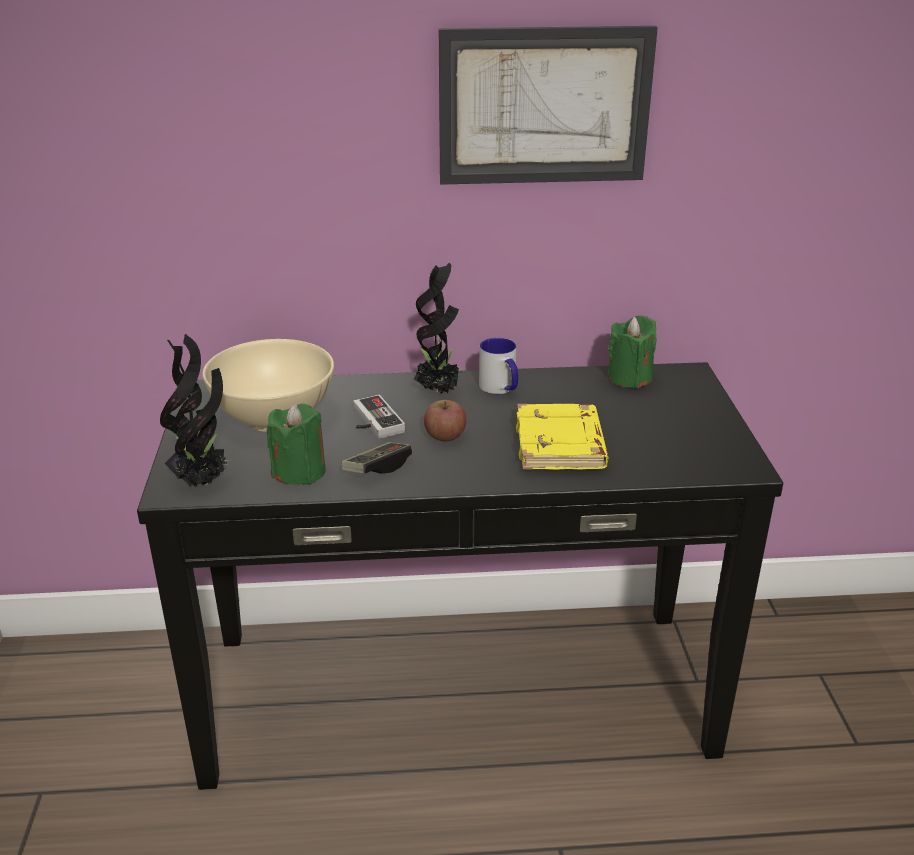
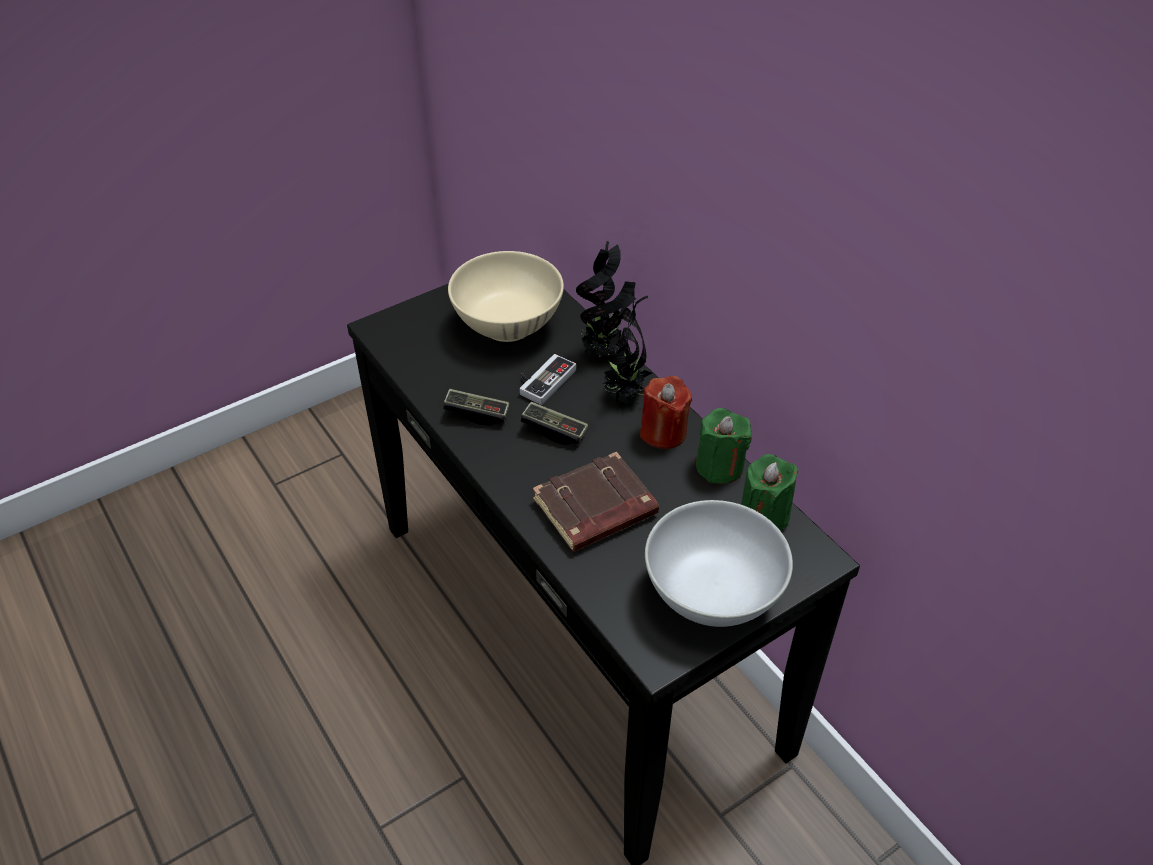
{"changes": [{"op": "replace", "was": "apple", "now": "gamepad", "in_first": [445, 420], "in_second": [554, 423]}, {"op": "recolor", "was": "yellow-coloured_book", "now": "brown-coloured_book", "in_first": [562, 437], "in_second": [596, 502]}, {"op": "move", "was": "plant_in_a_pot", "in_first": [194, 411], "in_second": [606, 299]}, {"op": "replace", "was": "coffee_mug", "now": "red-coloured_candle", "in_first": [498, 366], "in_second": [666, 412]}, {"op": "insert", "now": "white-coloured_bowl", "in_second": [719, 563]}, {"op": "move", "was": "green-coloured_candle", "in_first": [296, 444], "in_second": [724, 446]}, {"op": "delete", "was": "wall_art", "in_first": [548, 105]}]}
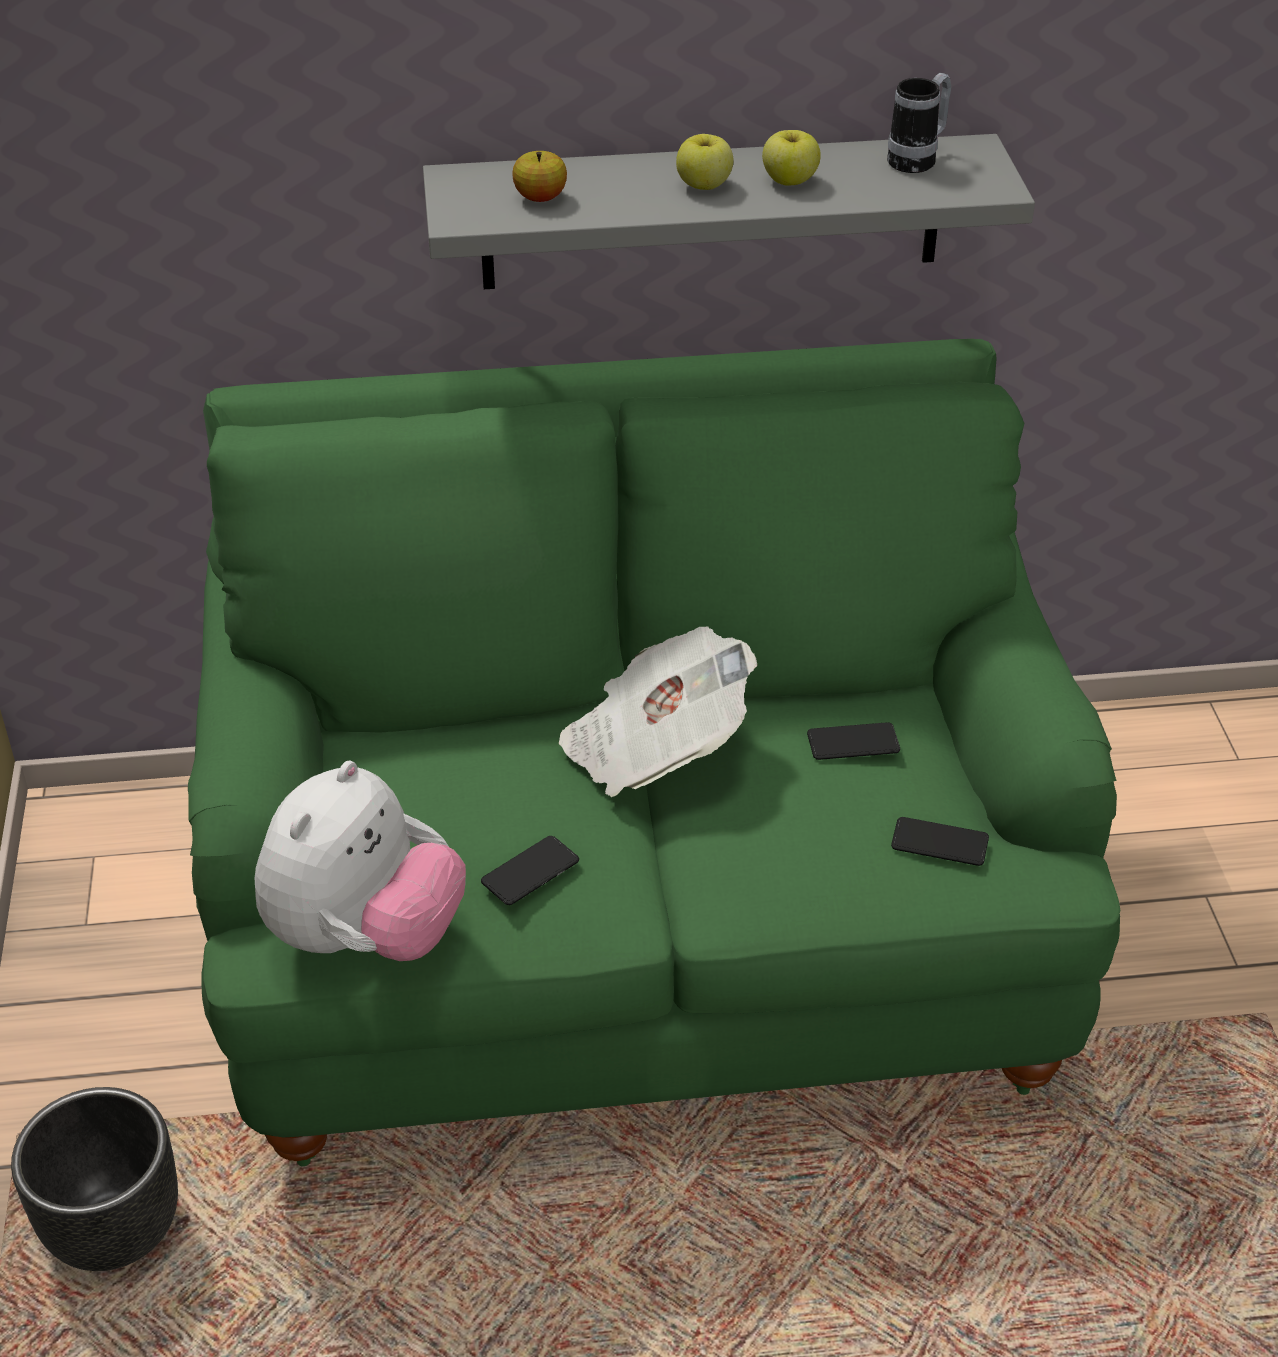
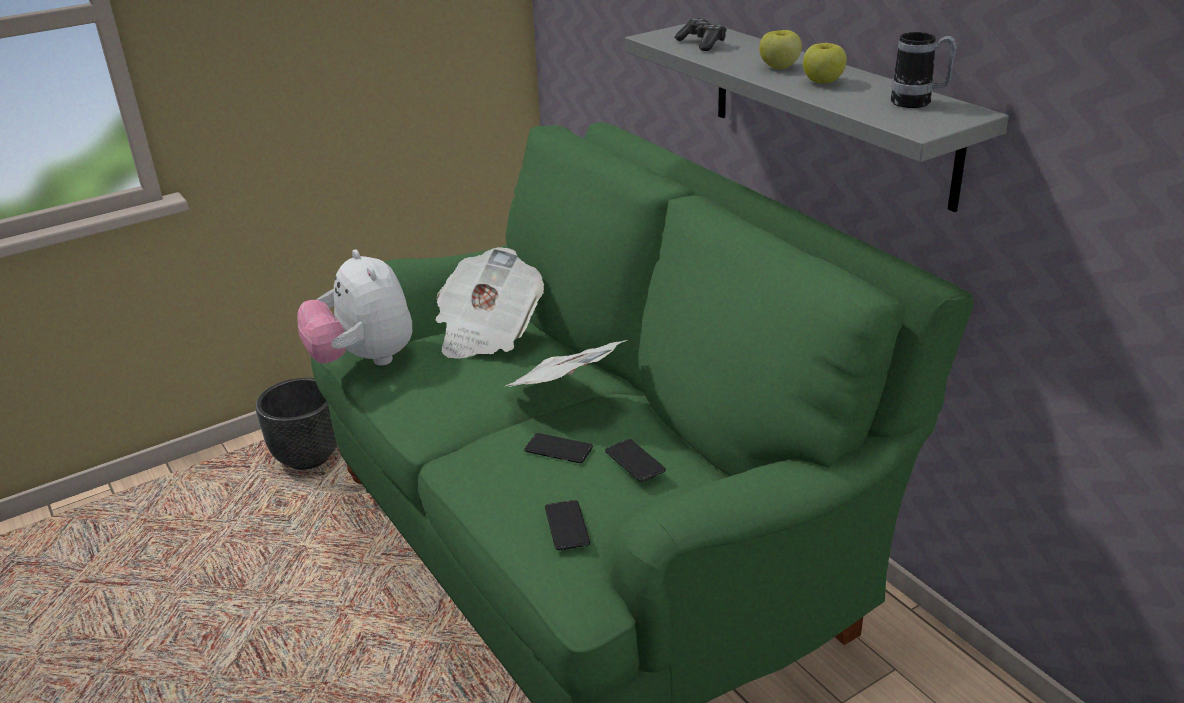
{"changes": [{"op": "rotate", "was": "plush_toy", "in_first": [360, 861], "in_second": [354, 307], "clockwise": 60}, {"op": "insert", "now": "daily_paper", "in_second": [490, 303]}, {"op": "move", "was": "phone", "in_first": [530, 870], "in_second": [558, 448]}, {"op": "replace", "was": "apple", "now": "gamepad", "in_first": [539, 176], "in_second": [701, 34]}]}
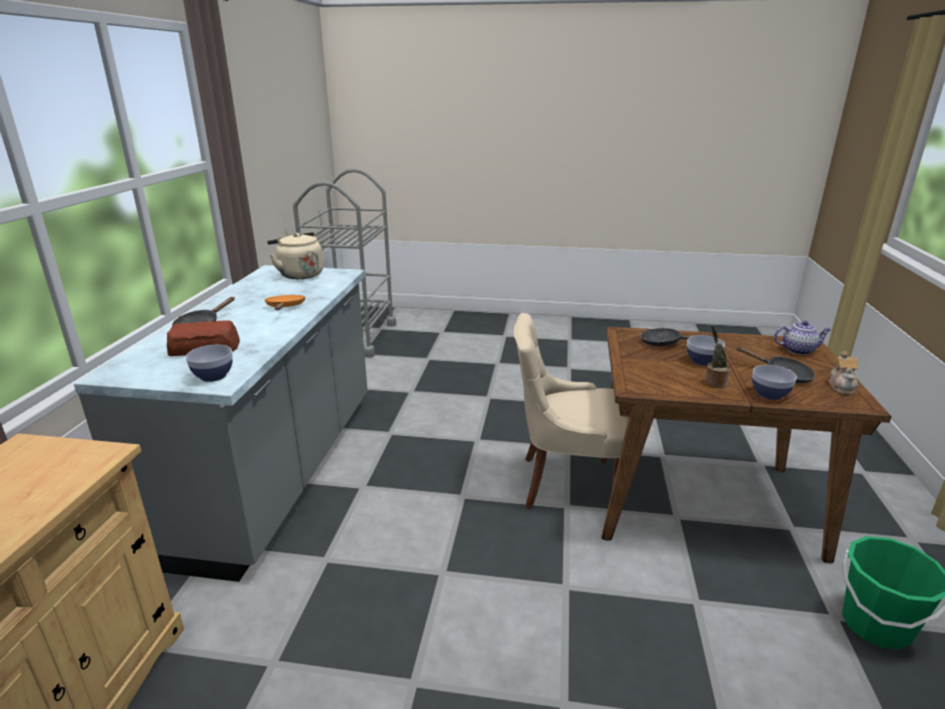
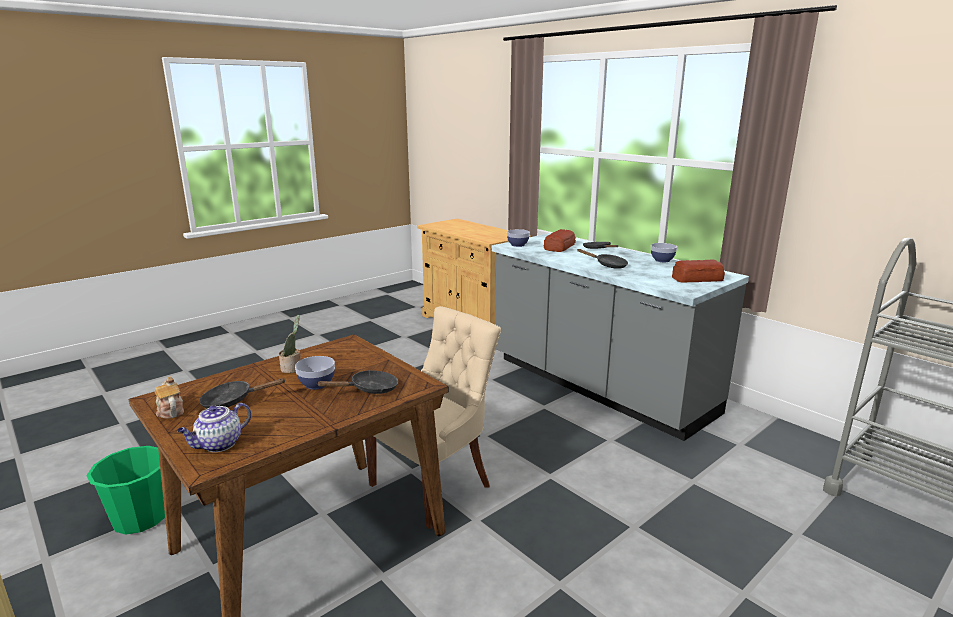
{"changes": [{"op": "recolor", "was": "orange_skillet", "now": "black-coloured_skillet", "in_first": [285, 302], "in_second": [602, 259]}, {"op": "move", "was": "bowl", "in_first": [774, 382], "in_second": [664, 252]}, {"op": "replace", "was": "sand-coloured_kettle", "now": "bakery_bread", "in_first": [295, 255], "in_second": [698, 270]}]}
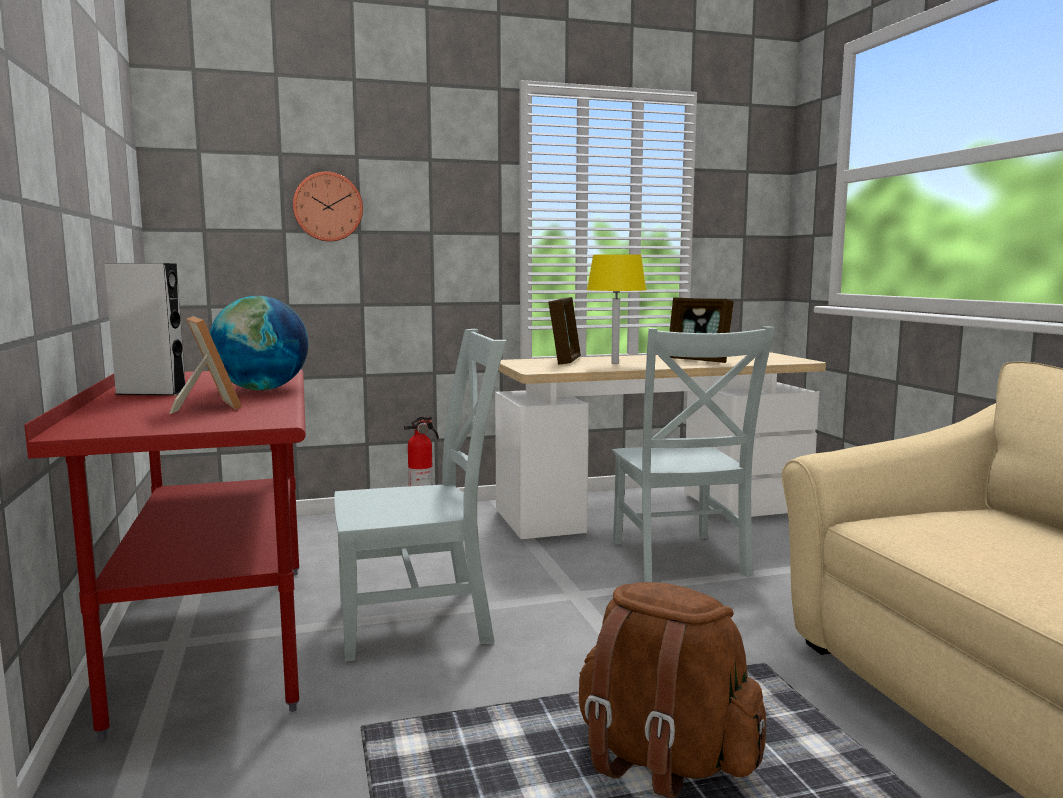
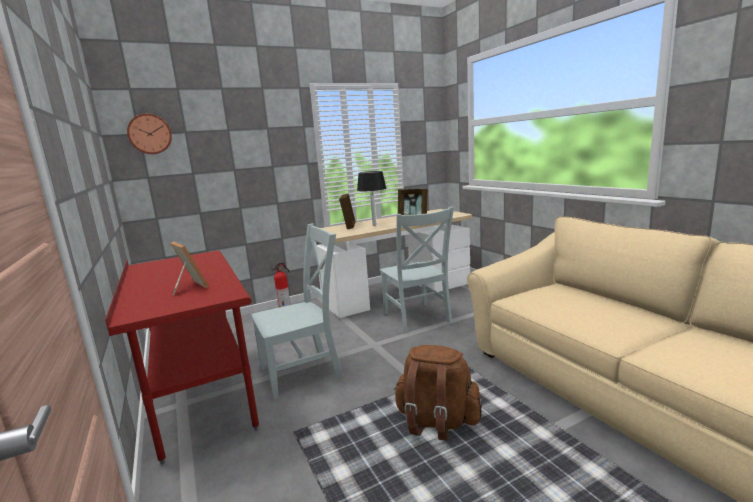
{"changes": [{"op": "move", "was": "hanging_clock", "in_first": [328, 207], "in_second": [149, 134]}, {"op": "recolor", "was": "yellow-coloured_tabletop_lamp", "now": "black-coloured_tabletop_lamp", "in_first": [617, 309], "in_second": [372, 198]}, {"op": "delete", "was": "gray_loudspeaker", "in_first": [144, 329]}, {"op": "delete", "was": "desk_globe", "in_first": [259, 343]}]}
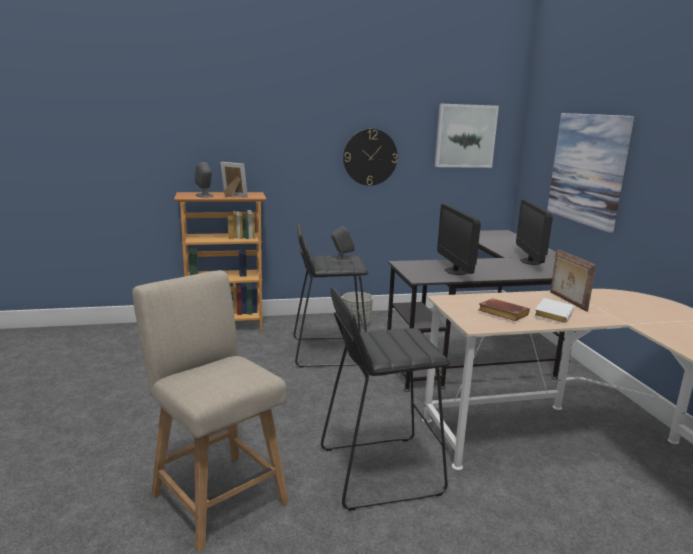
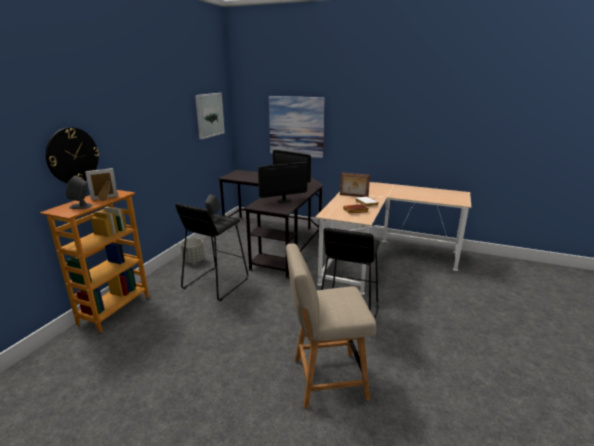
{"changes": [{"op": "move", "was": "hanging_clock", "in_first": [370, 157], "in_second": [72, 155]}, {"op": "rotate", "was": "computer_display", "in_first": [459, 239], "in_second": [283, 182], "clockwise": 135}]}
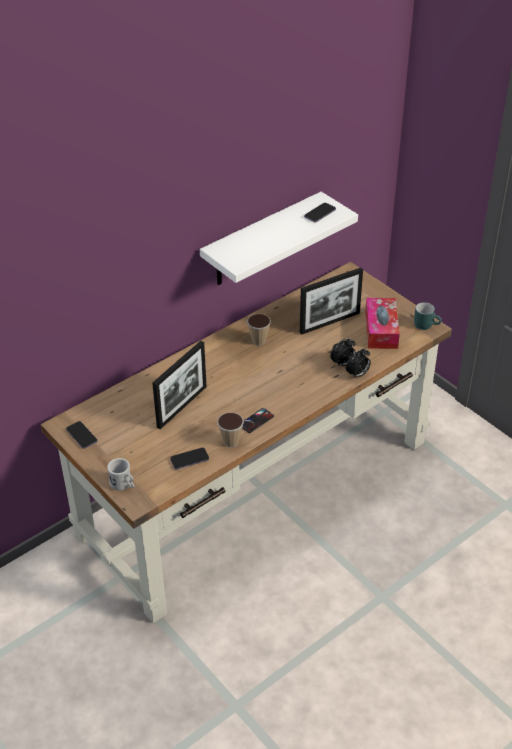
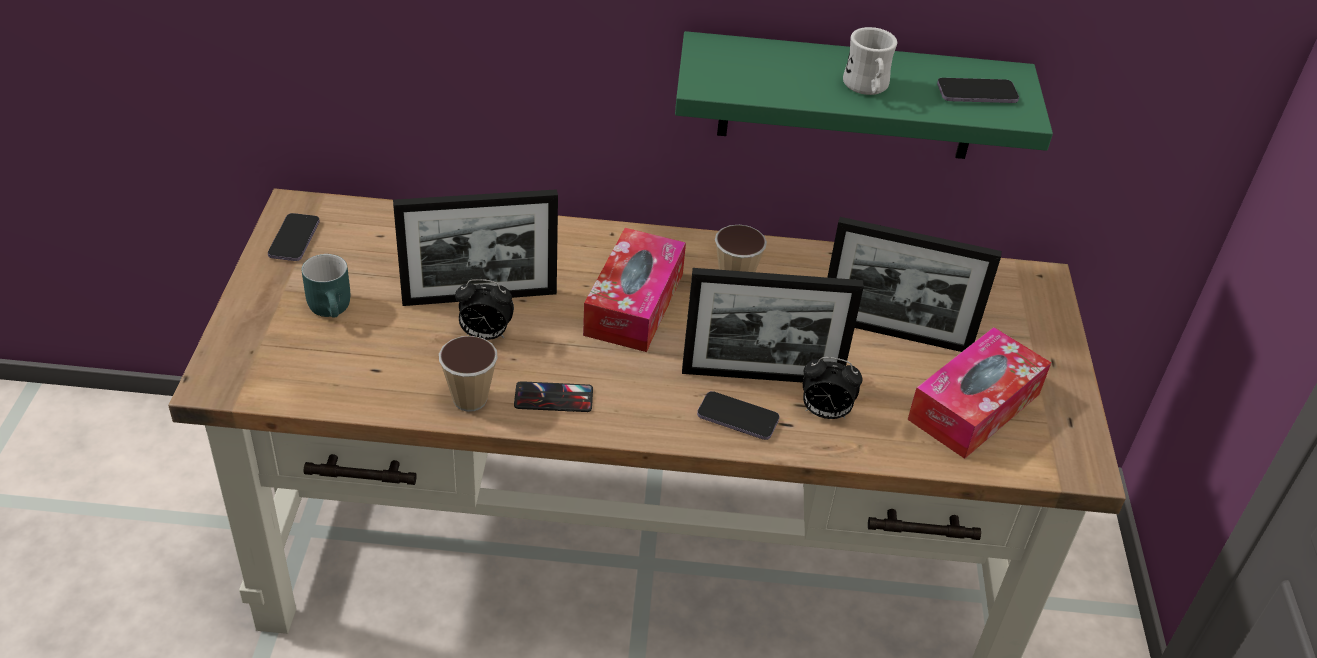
{"changes": [{"op": "move", "was": "turquoise-coloured_coffee_mug", "in_first": [428, 316], "in_second": [325, 286]}, {"op": "move", "was": "bedside_clock", "in_first": [358, 363], "in_second": [484, 309]}, {"op": "insert", "now": "tissue_holder", "in_second": [634, 290]}, {"op": "recolor", "was": "white-coloured_shelf", "now": "green-coloured_shelf", "in_first": [279, 238], "in_second": [864, 95]}, {"op": "insert", "now": "standing_frame", "in_second": [773, 325]}, {"op": "move", "was": "phone", "in_first": [189, 458], "in_second": [738, 415]}, {"op": "move", "was": "white-coloured_coffee_mug", "in_first": [120, 474], "in_second": [870, 61]}]}
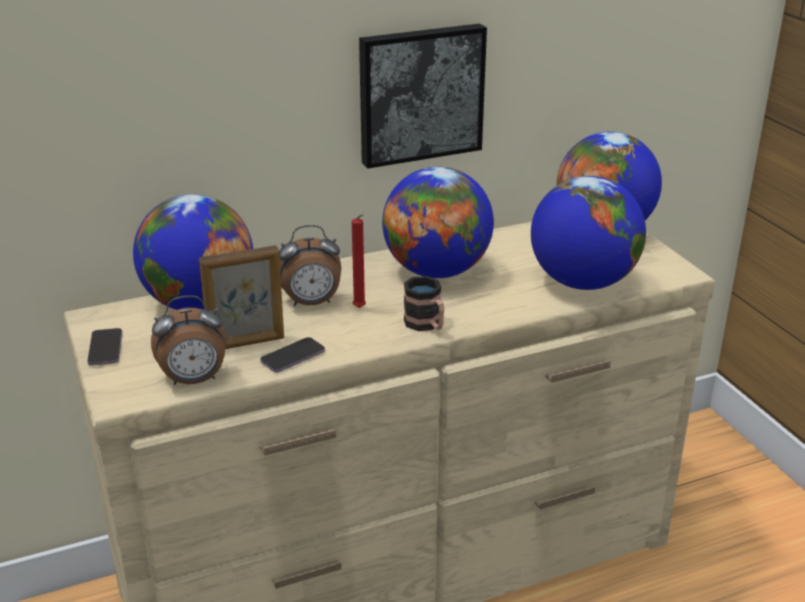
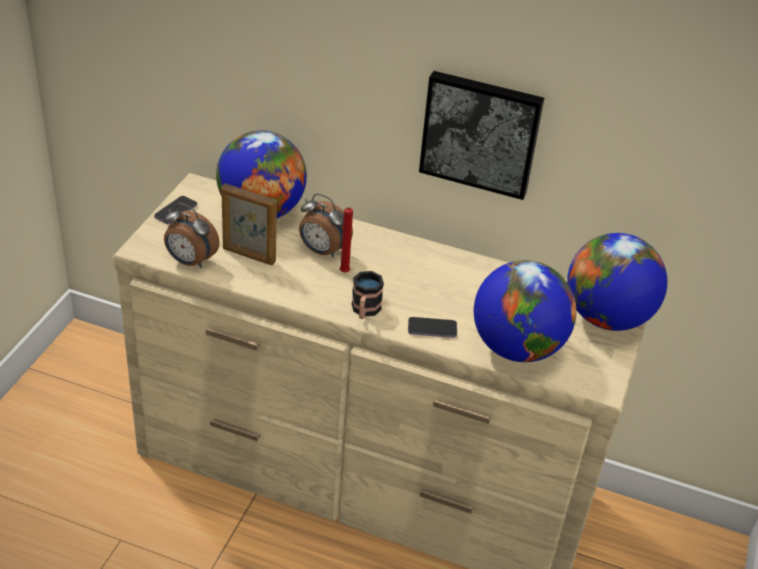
{"changes": [{"op": "move", "was": "phone", "in_first": [292, 354], "in_second": [432, 327]}, {"op": "delete", "was": "desk_globe", "in_first": [438, 222]}]}
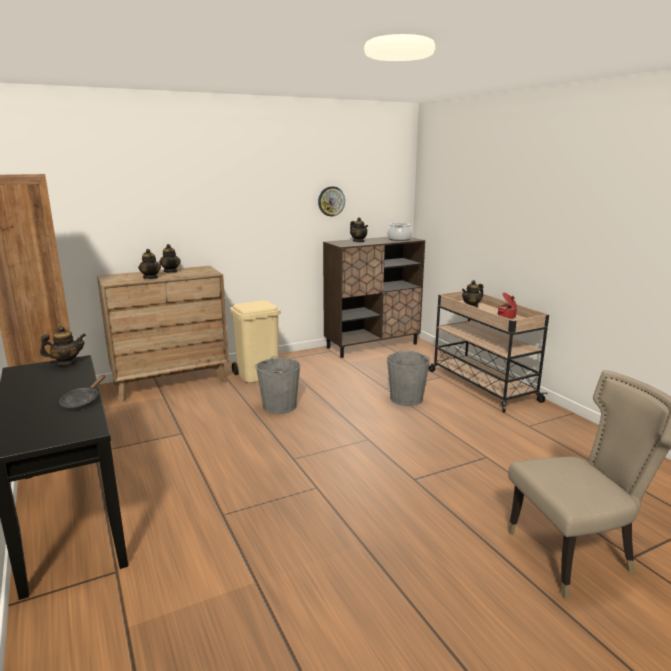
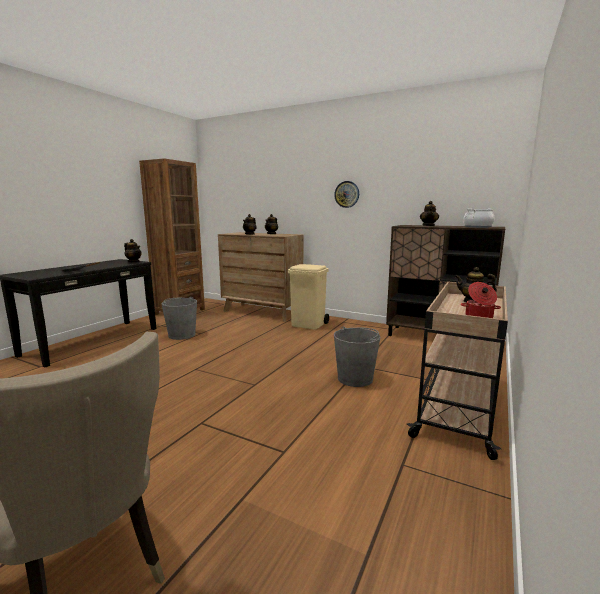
{"changes": [{"op": "move", "was": "gray_pail", "in_first": [277, 385], "in_second": [179, 318]}, {"op": "move", "was": "hanging_clock", "in_first": [331, 201], "in_second": [346, 194]}]}
